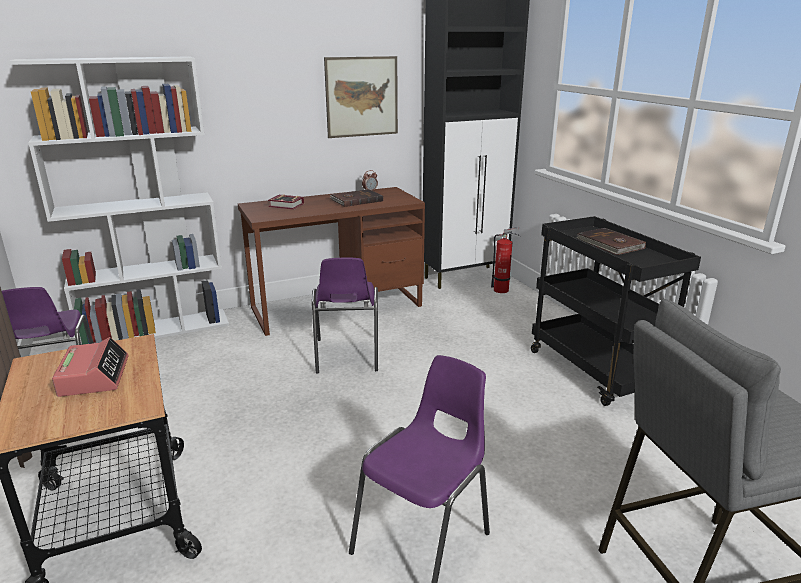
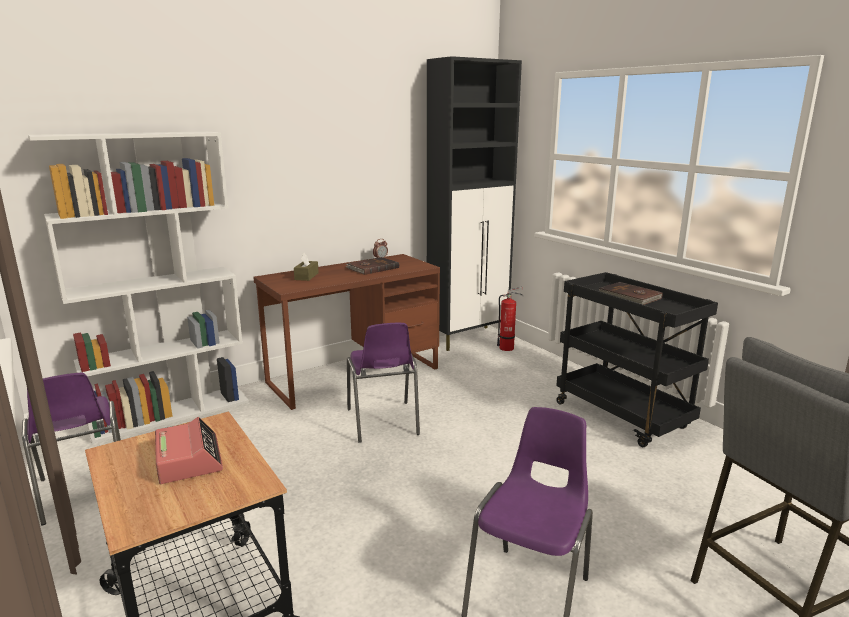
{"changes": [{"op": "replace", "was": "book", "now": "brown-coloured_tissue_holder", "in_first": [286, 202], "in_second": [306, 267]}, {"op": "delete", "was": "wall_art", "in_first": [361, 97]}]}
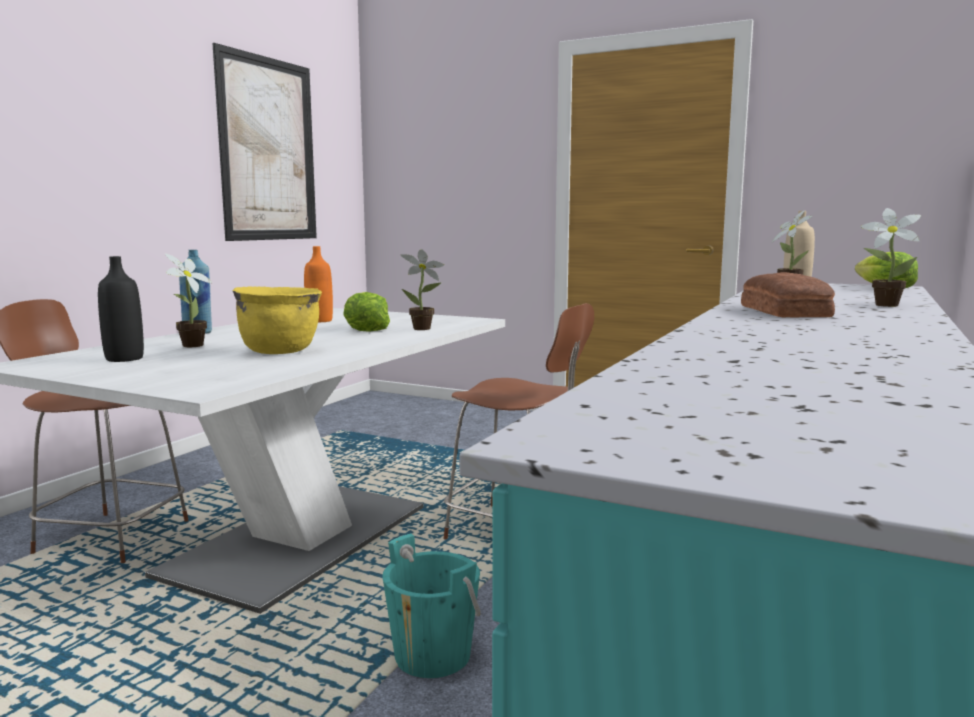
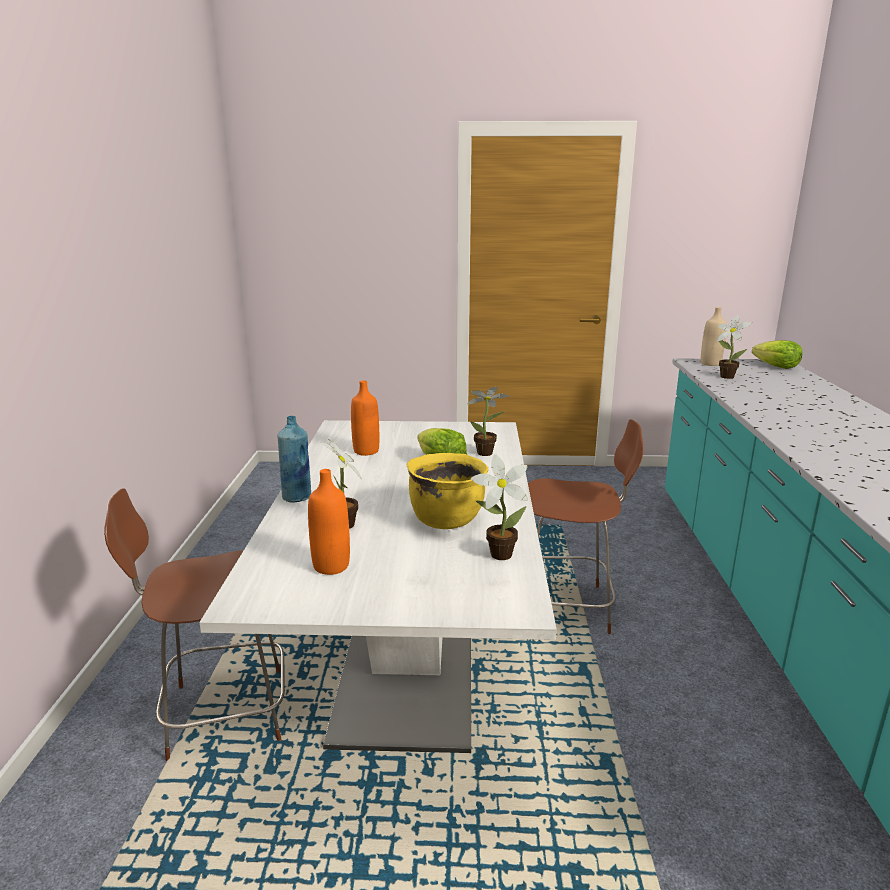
{"changes": [{"op": "recolor", "was": "black-coloured_beverage_bottle", "now": "orange_beverage_bottle", "in_first": [121, 309], "in_second": [329, 522]}, {"op": "move", "was": "plant_in_a_pot", "in_first": [890, 257], "in_second": [499, 507]}, {"op": "delete", "was": "wall_art", "in_first": [264, 142]}, {"op": "delete", "was": "turquoise-coloured_pail", "in_first": [432, 606]}, {"op": "delete", "was": "bakery_bread", "in_first": [788, 294]}]}
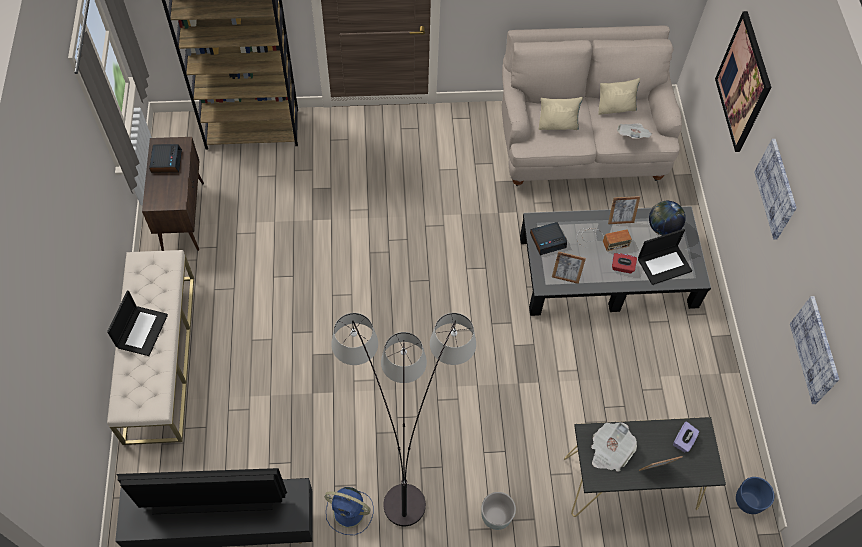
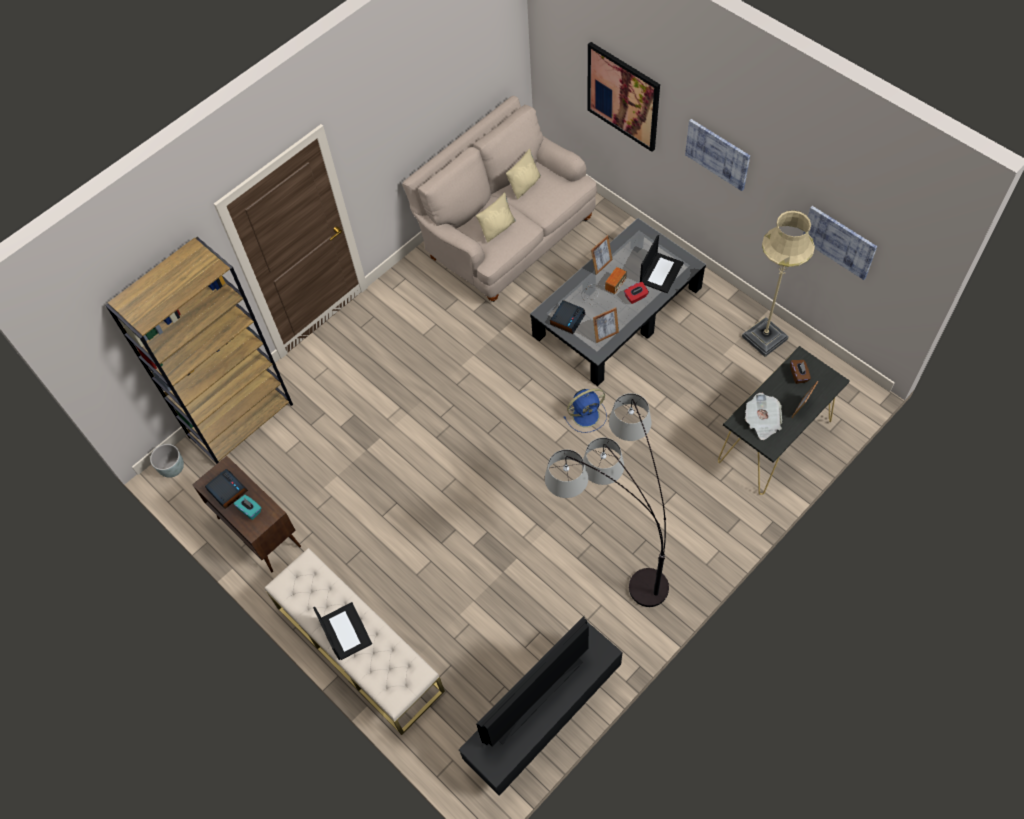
{"changes": [{"op": "move", "was": "gray_plant_pot", "in_first": [498, 511], "in_second": [167, 461]}, {"op": "insert", "now": "turquoise-coloured_tissue_holder", "in_second": [247, 507]}, {"op": "move", "was": "blue-coloured_fan", "in_first": [349, 511], "in_second": [585, 411]}, {"op": "insert", "now": "sand-coloured_standard_lamp", "in_second": [778, 283]}, {"op": "recolor", "was": "purplish_tissue_holder", "now": "brown-coloured_tissue_holder", "in_first": [686, 437], "in_second": [800, 372]}, {"op": "delete", "was": "daily_paper", "in_first": [634, 131]}, {"op": "delete", "was": "desk_globe", "in_first": [667, 218]}, {"op": "delete", "was": "blue-coloured_plant_pot", "in_first": [755, 495]}]}
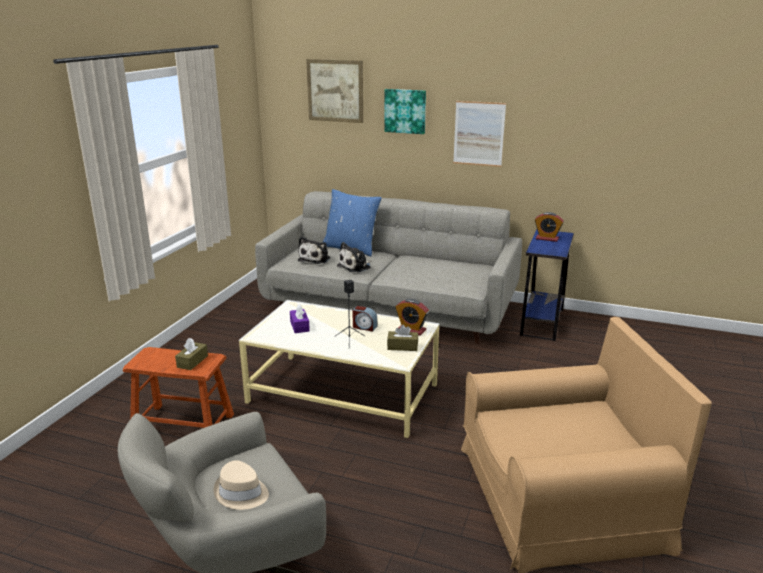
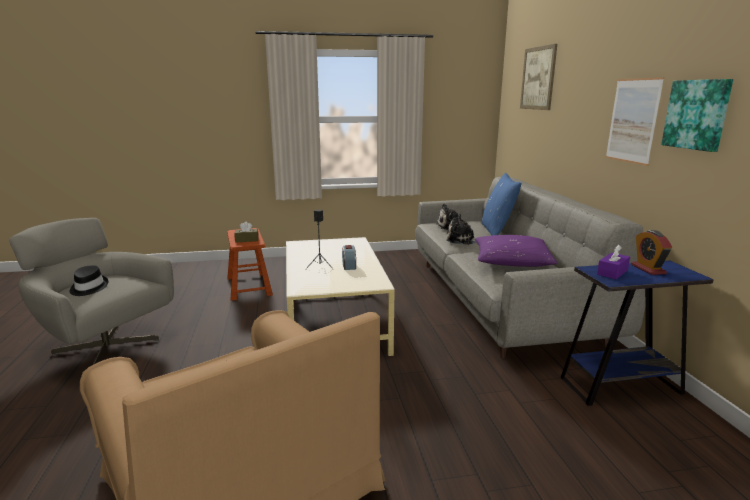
{"changes": [{"op": "recolor", "was": "sand-coloured_wearable_hat", "now": "black-coloured_wearable_hat", "in_first": [241, 485], "in_second": [89, 280]}, {"op": "insert", "now": "purplish_pillow", "in_second": [516, 251]}, {"op": "move", "was": "purplish_tissue_holder", "in_first": [300, 318], "in_second": [613, 262]}, {"op": "move", "was": "wall_art", "in_first": [405, 111], "in_second": [697, 115]}, {"op": "delete", "was": "brown-coloured_tissue_holder", "in_first": [402, 338]}, {"op": "delete", "was": "bedside_clock", "in_first": [412, 317]}]}
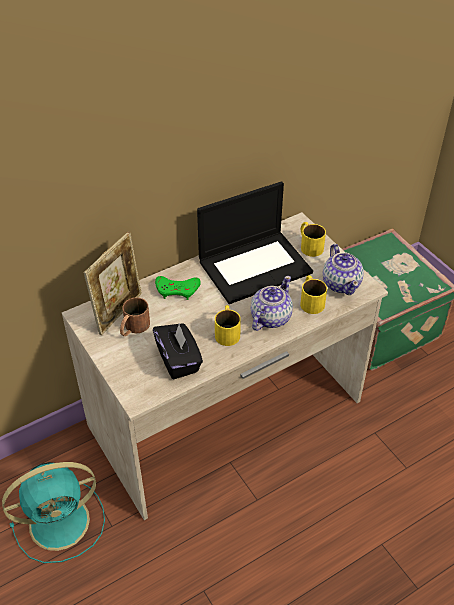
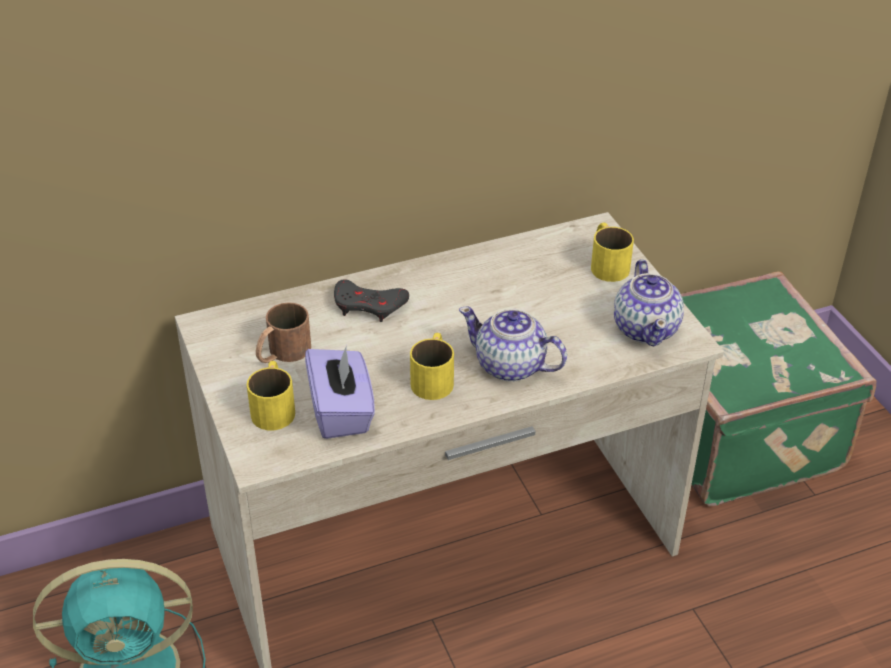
{"changes": [{"op": "move", "was": "yellow-coloured_coffee_mug", "in_first": [313, 294], "in_second": [271, 395]}, {"op": "recolor", "was": "black-coloured_tissue_holder", "now": "purplish_tissue_holder", "in_first": [178, 351], "in_second": [340, 392]}, {"op": "recolor", "was": "green-coloured_gamepad", "now": "gray_gamepad", "in_first": [178, 288], "in_second": [371, 301]}, {"op": "rotate", "was": "teapot", "in_first": [272, 303], "in_second": [513, 344], "clockwise": -105}, {"op": "delete", "was": "standing_frame", "in_first": [113, 283]}, {"op": "delete", "was": "notebook_computer", "in_first": [255, 242]}]}
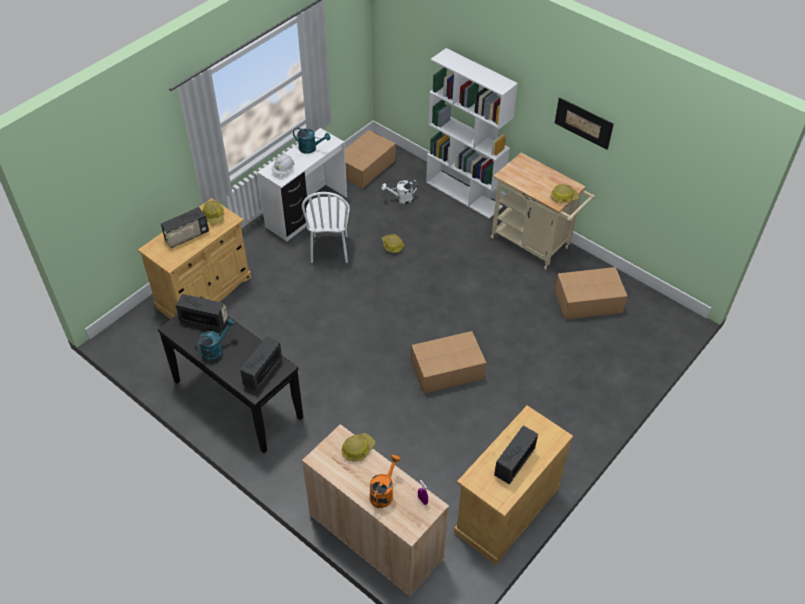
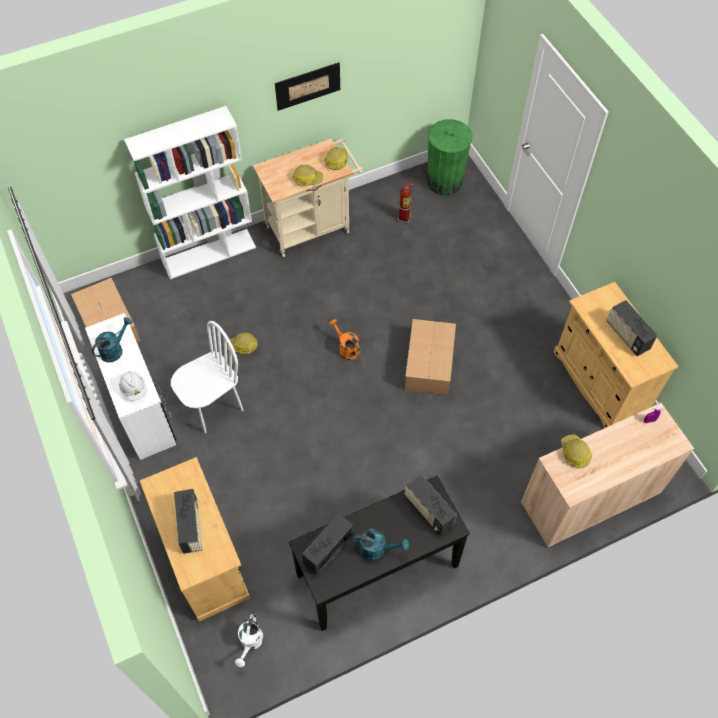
{"changes": [{"op": "rotate", "was": "white-coloured_upright_chair", "in_first": [326, 227], "in_second": [207, 377], "clockwise": -60}, {"op": "move", "was": "white-coloured_sprinkling_can", "in_first": [400, 192], "in_second": [249, 640]}, {"op": "move", "was": "safety_helmet", "in_first": [213, 212], "in_second": [308, 175]}, {"op": "move", "was": "orange_sprinkling_can", "in_first": [384, 481], "in_second": [344, 339]}, {"op": "rotate", "was": "turquoise-coloured_sprinkling_can", "in_first": [215, 340], "in_second": [381, 545], "clockwise": 120}, {"op": "replace", "was": "carton", "now": "extinguisher", "in_first": [591, 293], "in_second": [405, 203]}, {"op": "insert", "now": "green-coloured_rubbish_bin", "in_second": [450, 157]}]}
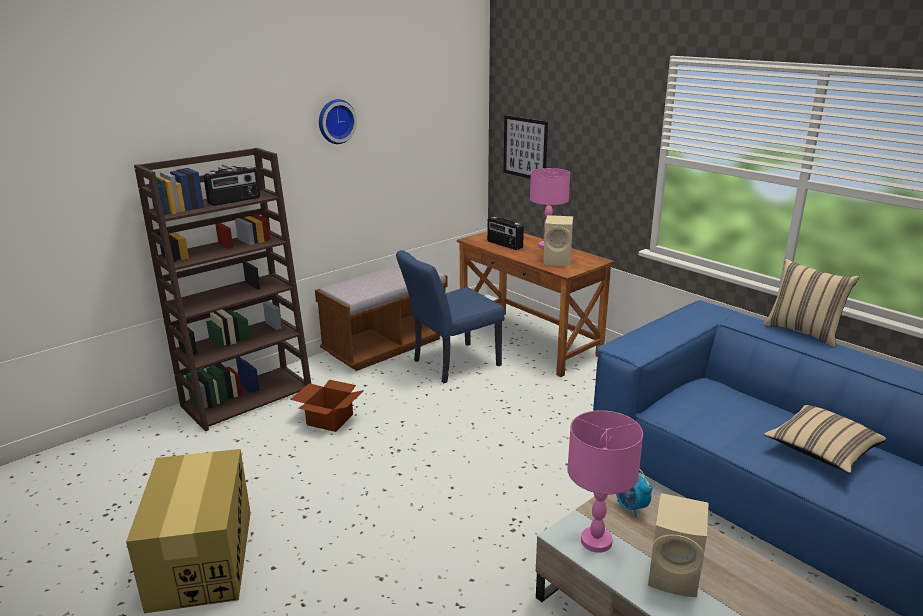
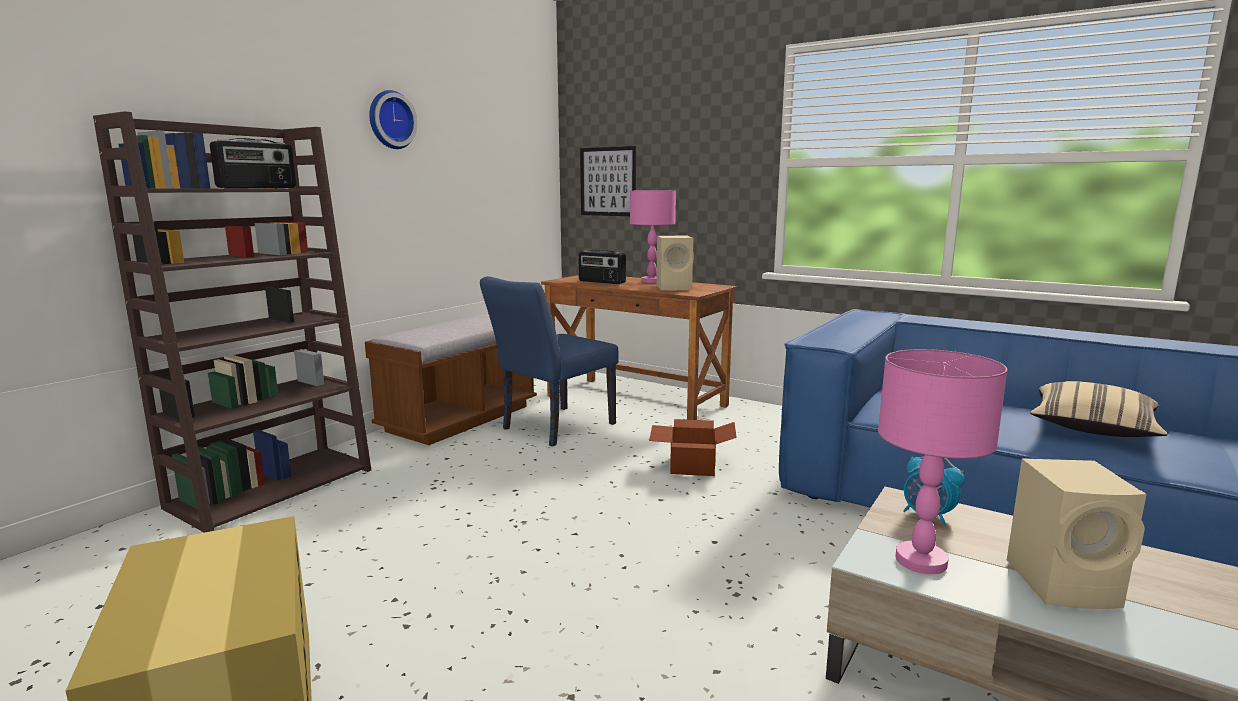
{"changes": [{"op": "move", "was": "carton", "in_first": [327, 406], "in_second": [693, 447]}, {"op": "delete", "was": "sand-coloured_pillow", "in_first": [811, 303]}]}
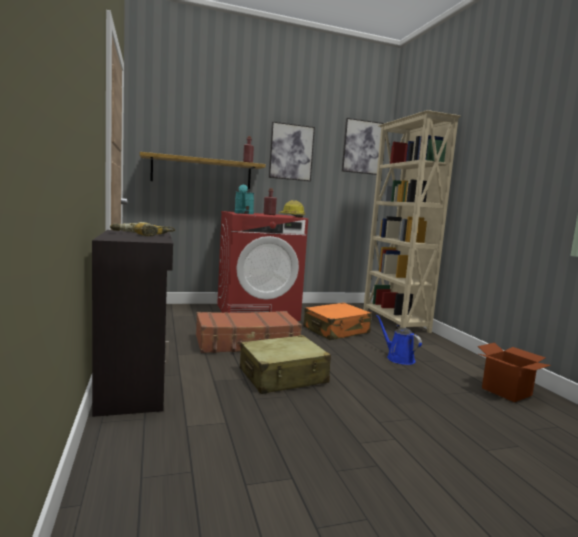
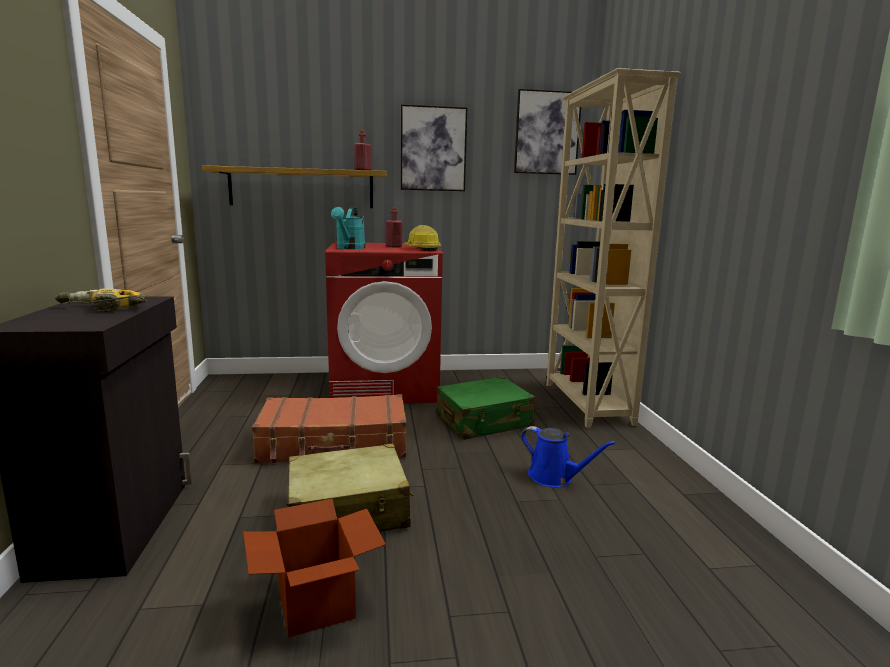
{"changes": [{"op": "move", "was": "carton", "in_first": [514, 372], "in_second": [314, 568]}, {"op": "recolor", "was": "orange_travel_case", "now": "green-coloured_travel_case", "in_first": [337, 321], "in_second": [486, 408]}, {"op": "rotate", "was": "blue-coloured_sprinkling_can", "in_first": [399, 340], "in_second": [568, 456], "clockwise": 150}]}
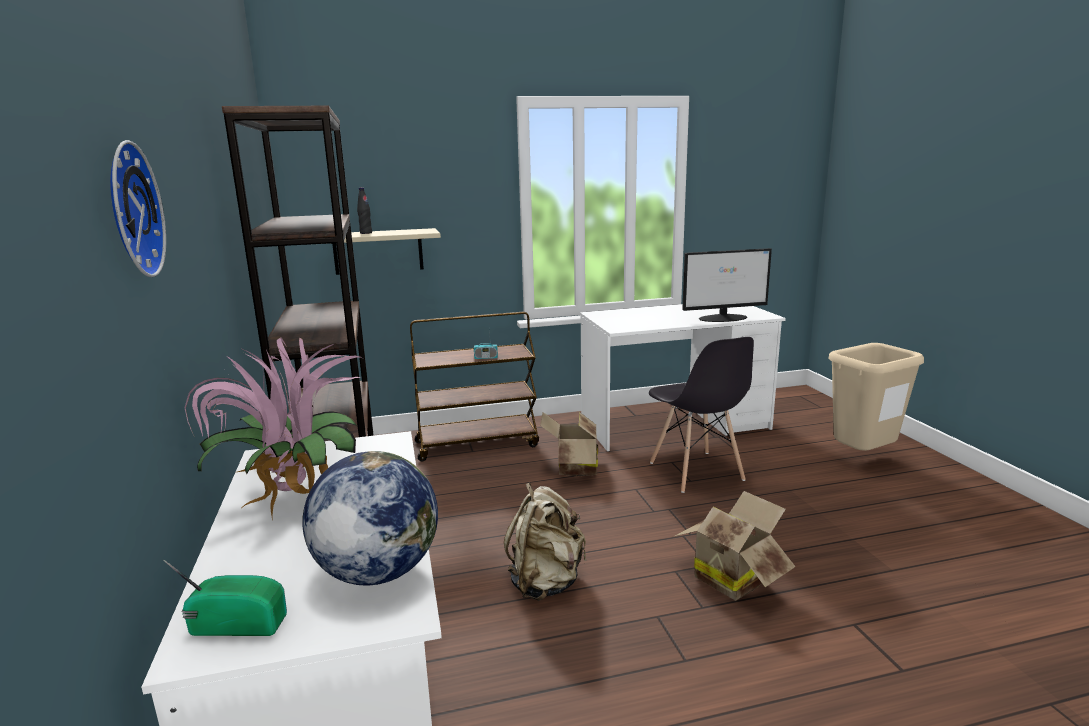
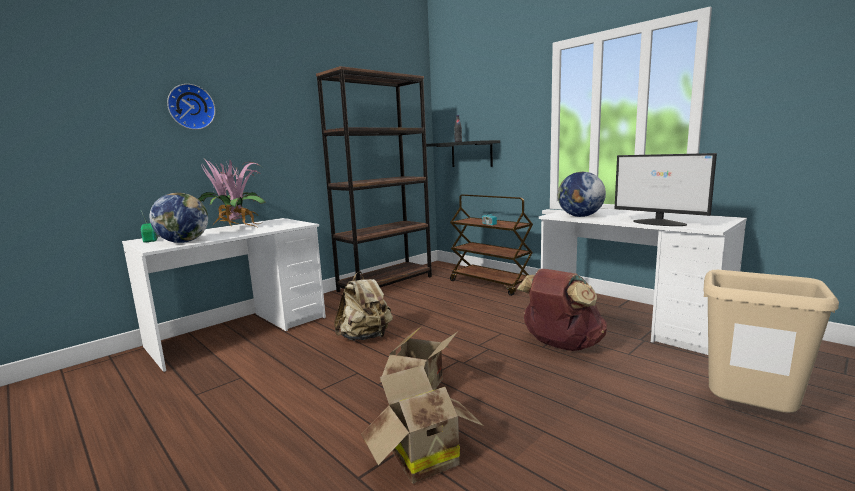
{"changes": [{"op": "move", "was": "carton", "in_first": [569, 444], "in_second": [422, 424]}, {"op": "recolor", "was": "sand-coloured_shelf", "now": "black-coloured_shelf", "in_first": [384, 251], "in_second": [463, 153]}, {"op": "replace", "was": "gray_upright_chair", "now": "brown-coloured_knapsack", "in_first": [701, 415], "in_second": [561, 310]}, {"op": "insert", "now": "desk_globe", "in_second": [582, 194]}]}
